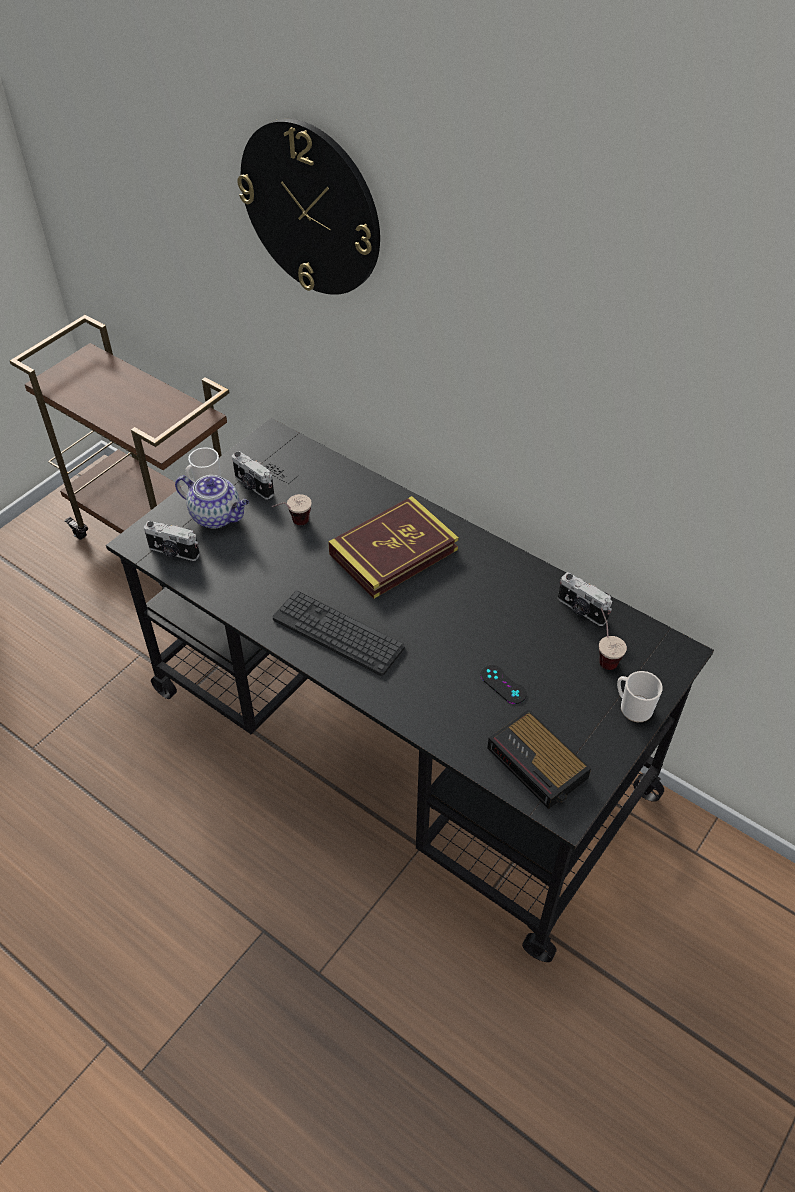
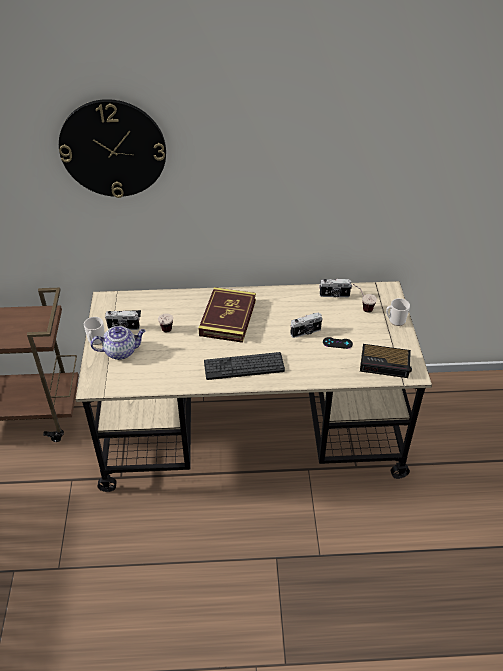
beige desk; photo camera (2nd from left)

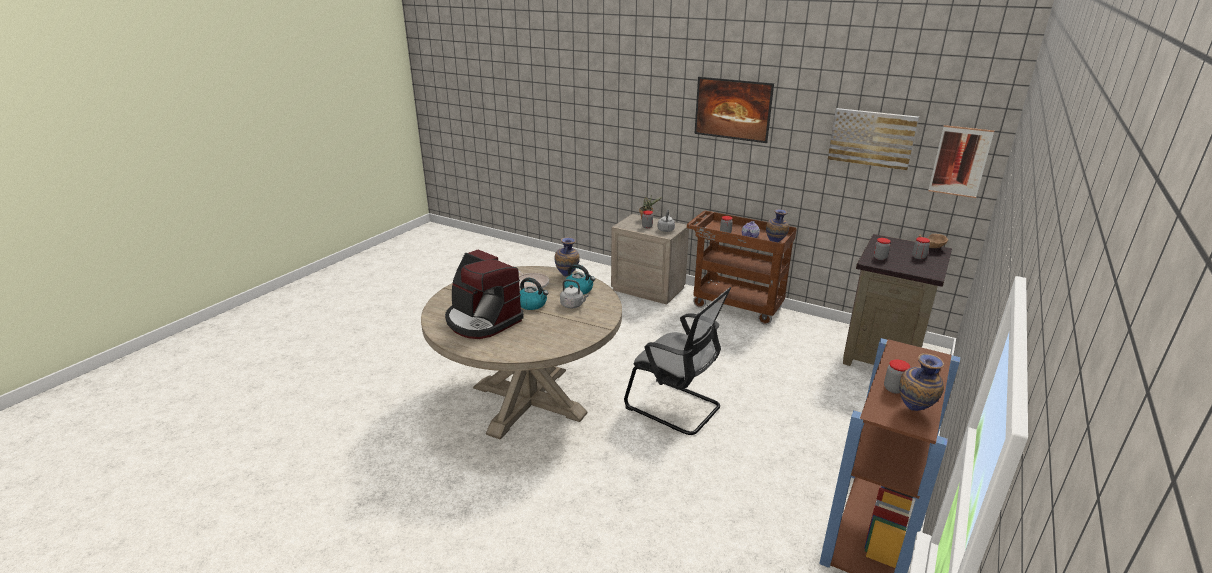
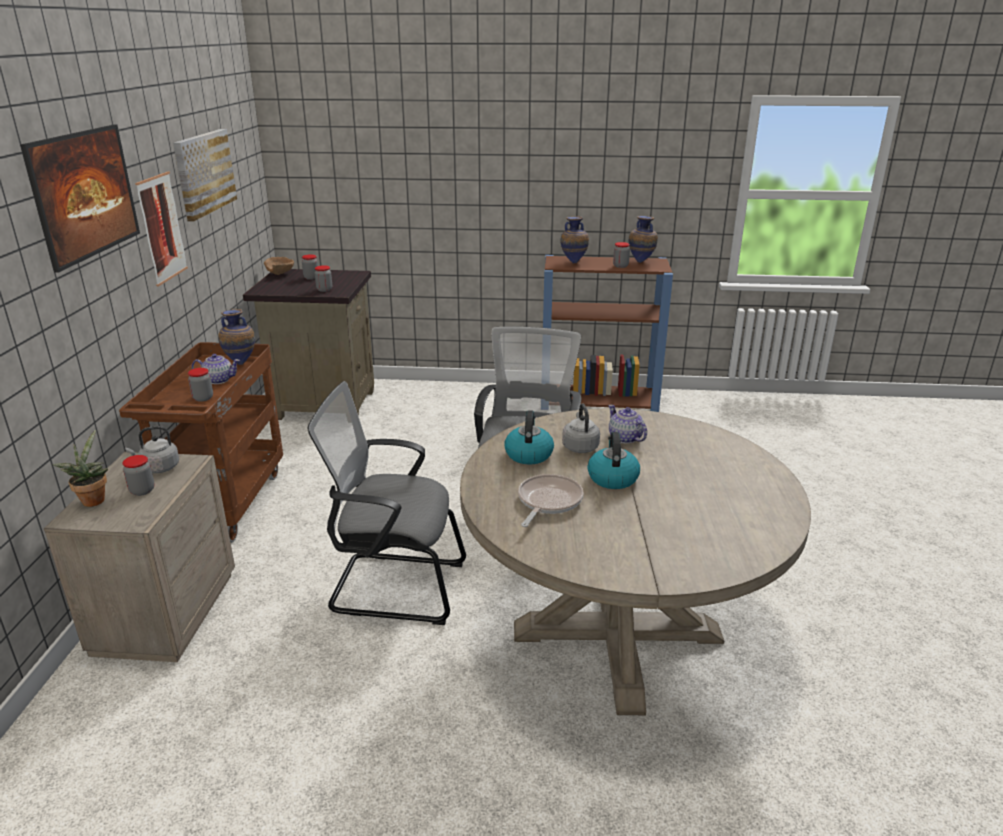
picture (2nd from left); chair (1st from left); vase (2nd from left); teapot (2nd from left); coffee machine

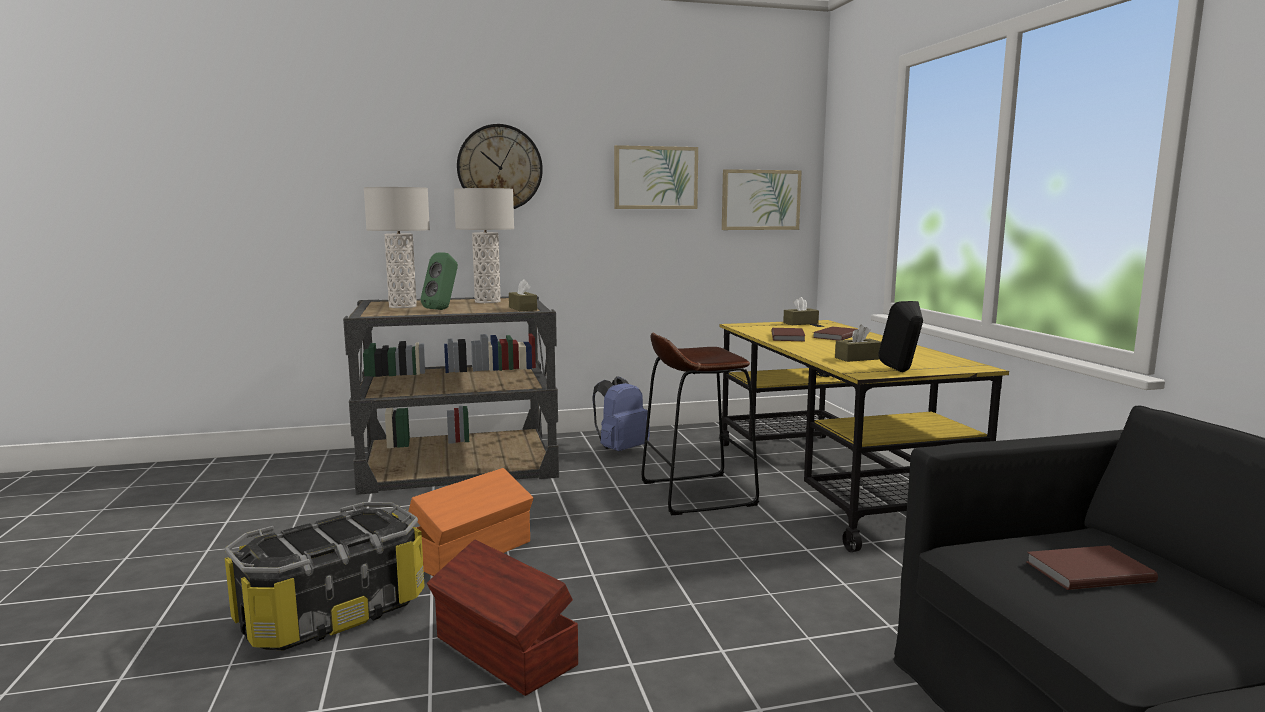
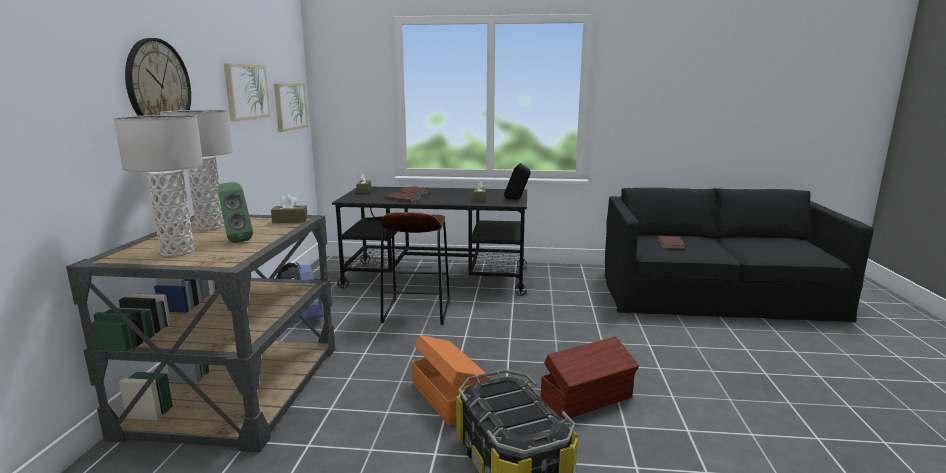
black desk

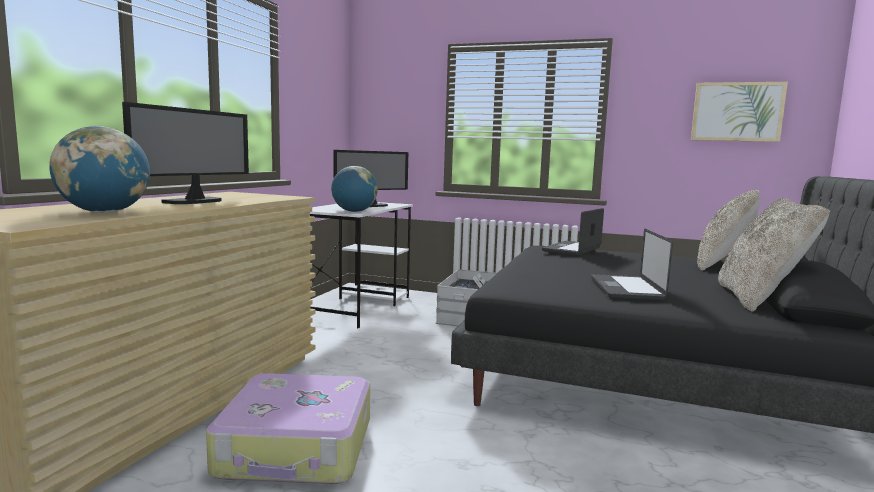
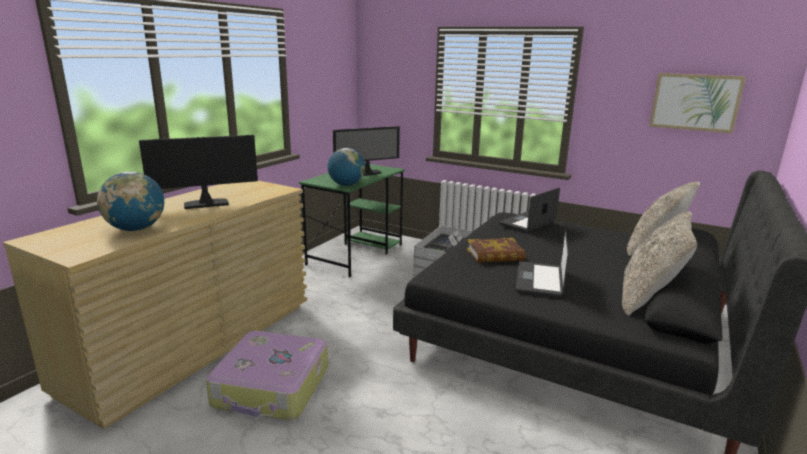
monitor (1st from left); green desk; book

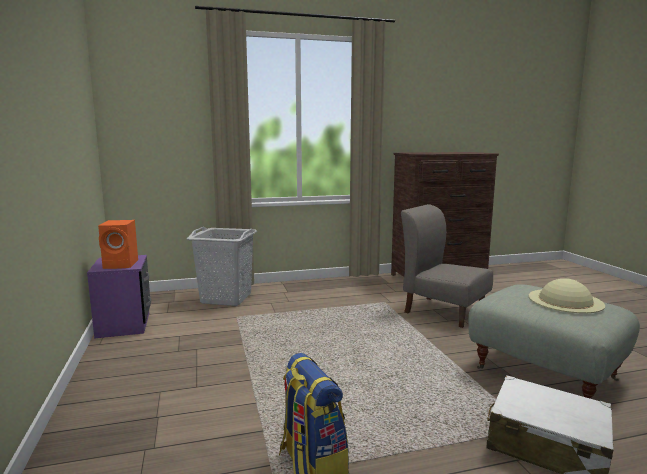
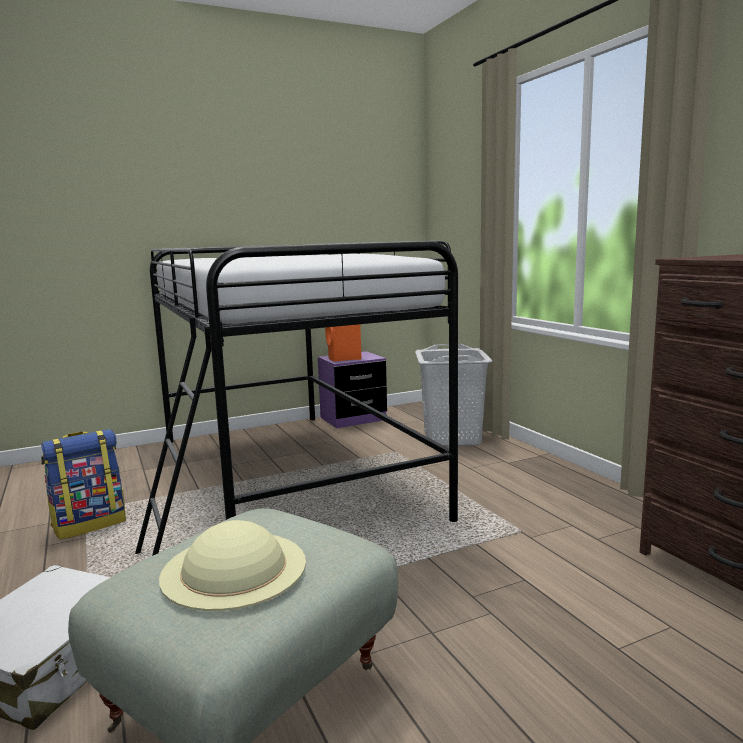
black bed; grey chair

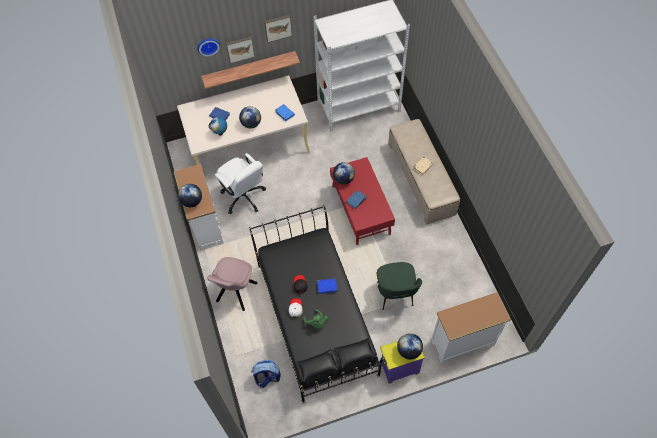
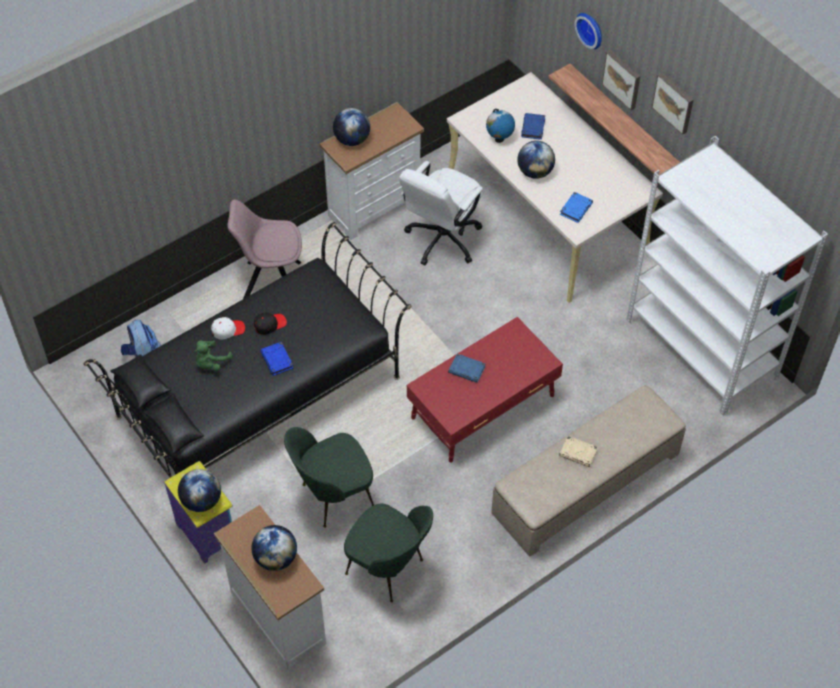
globe (2nd from left); green chair (2nd from left)

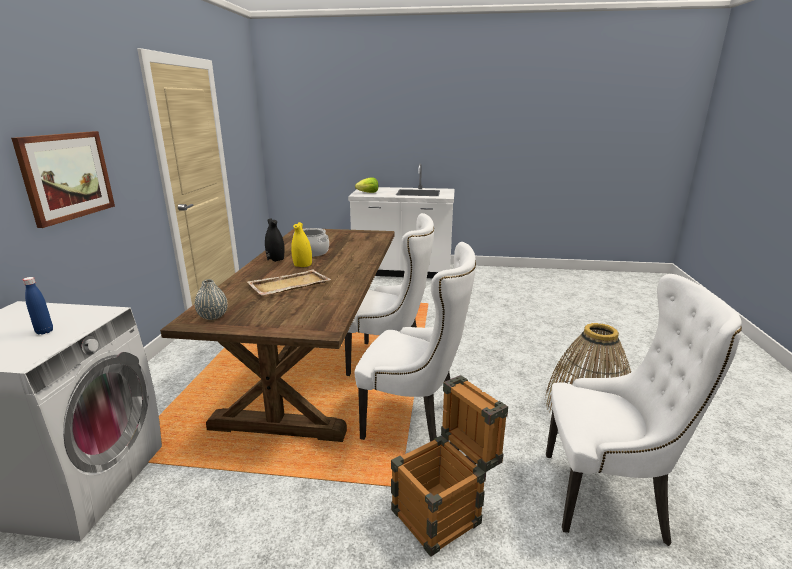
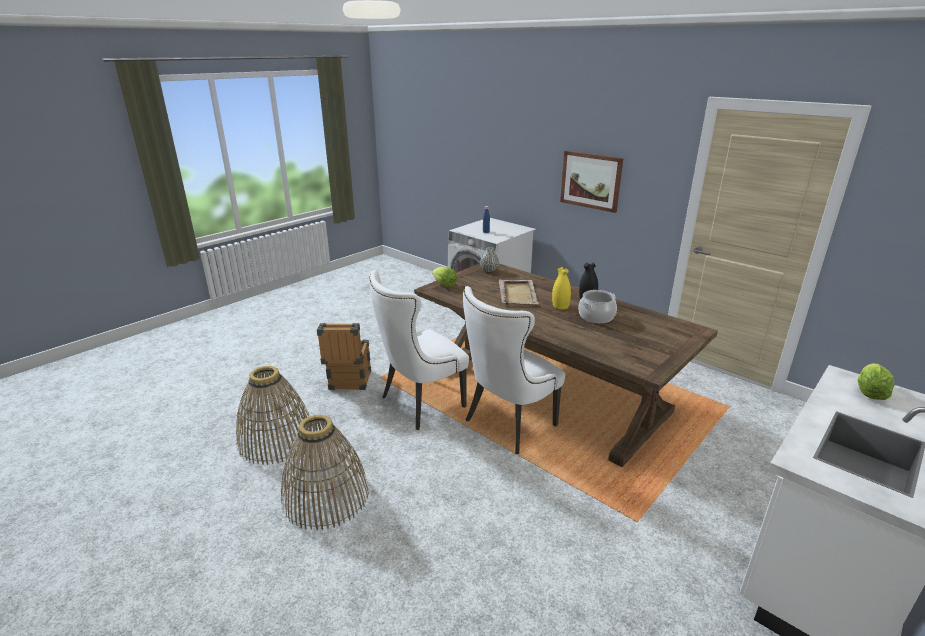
basket (1st from left); lettuce (1st from left)

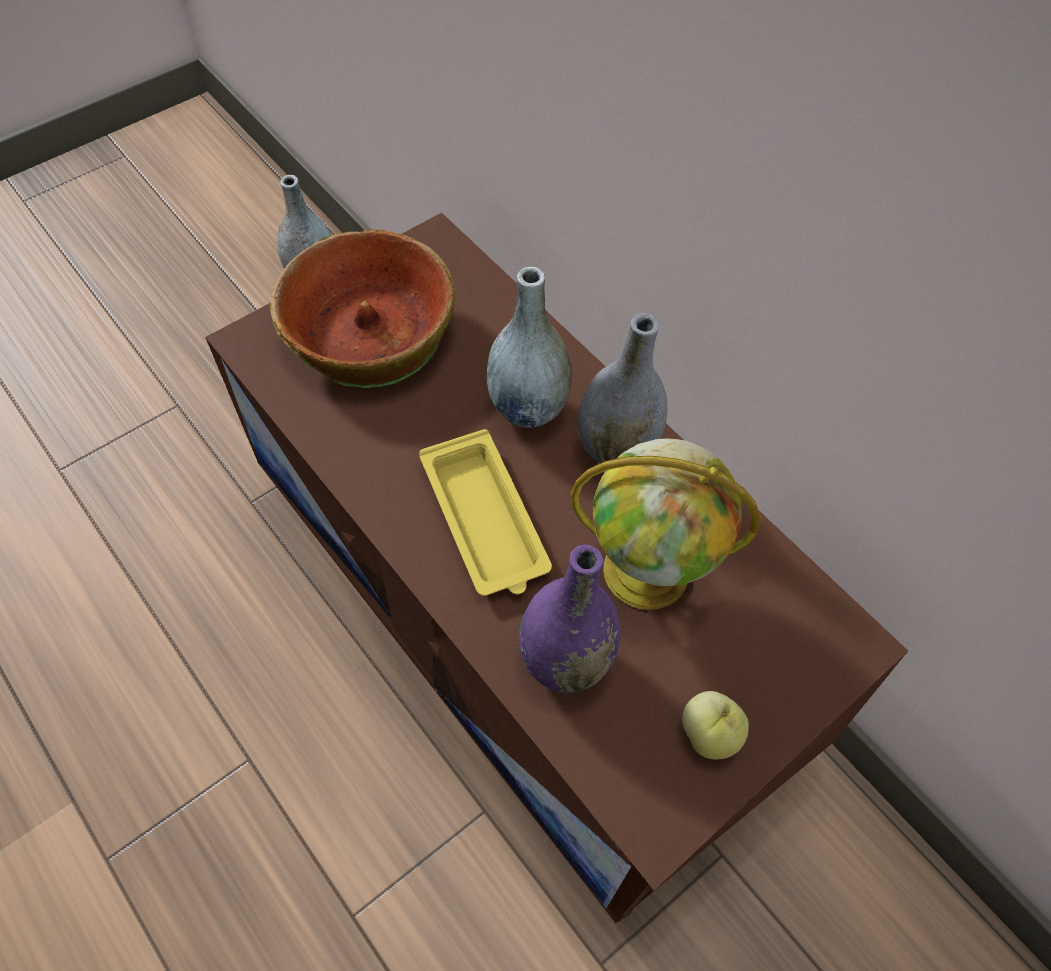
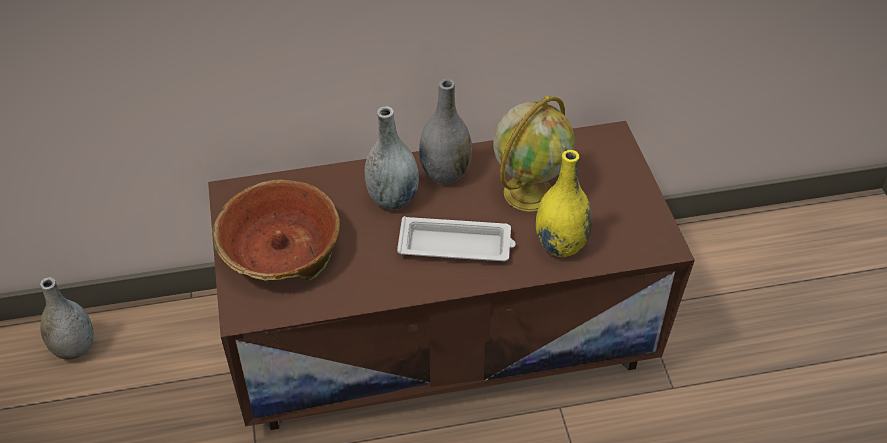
white tray; yellow vase; apple

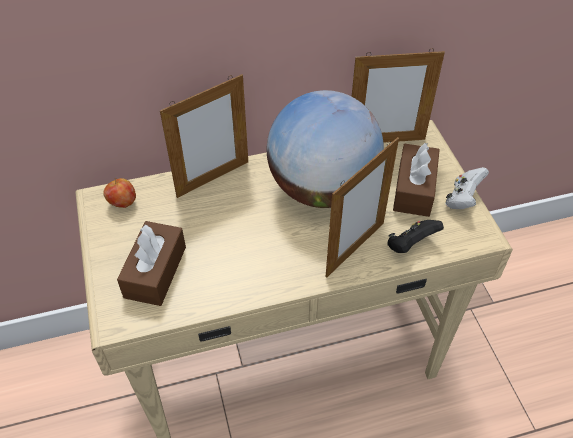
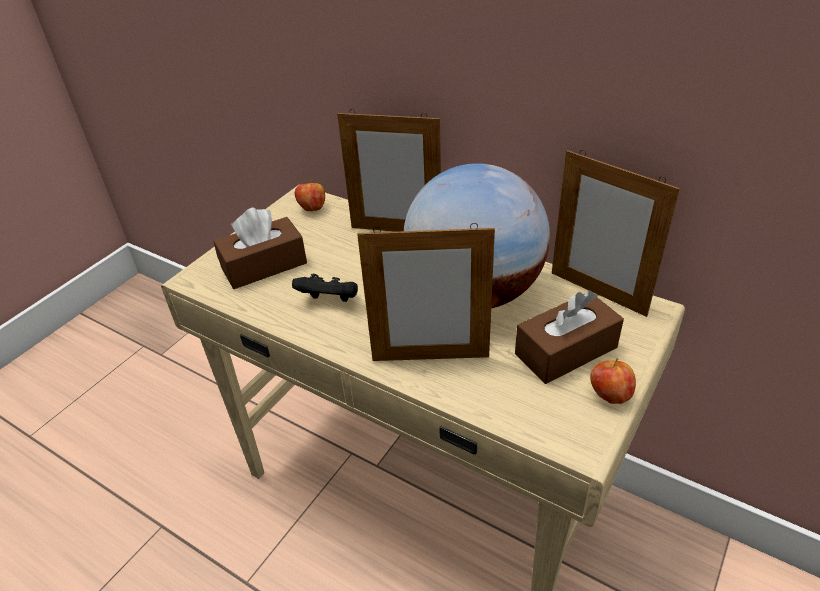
black game controller; apple (2nd from left)

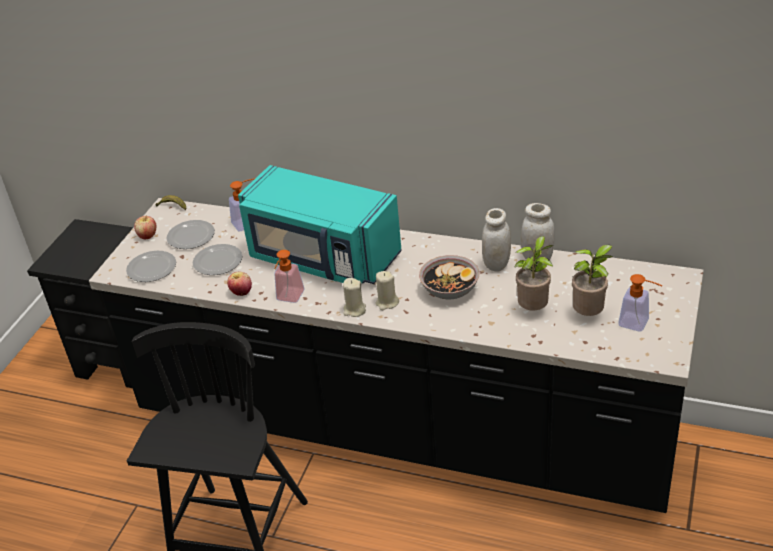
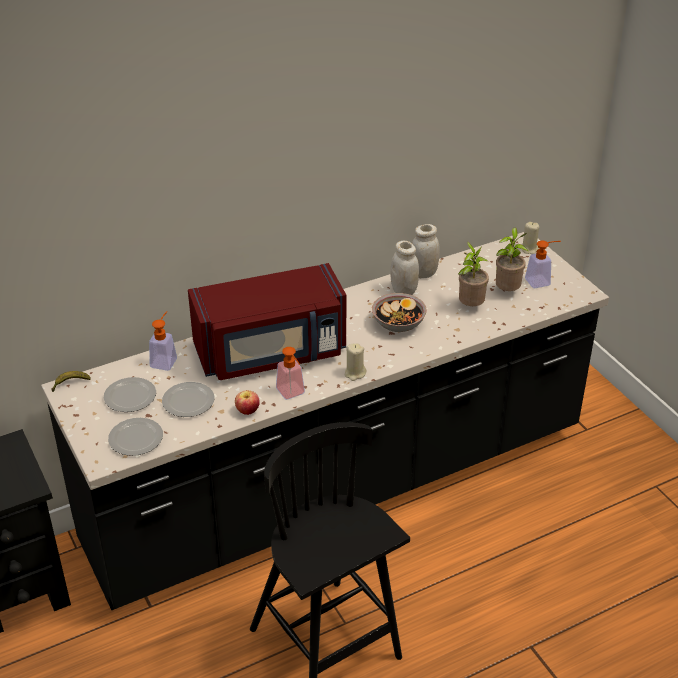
red microwave; beige candle (2nd from left); apple (1st from left in the first image)

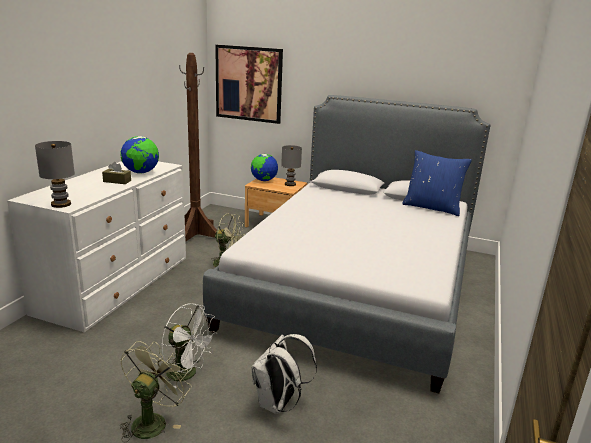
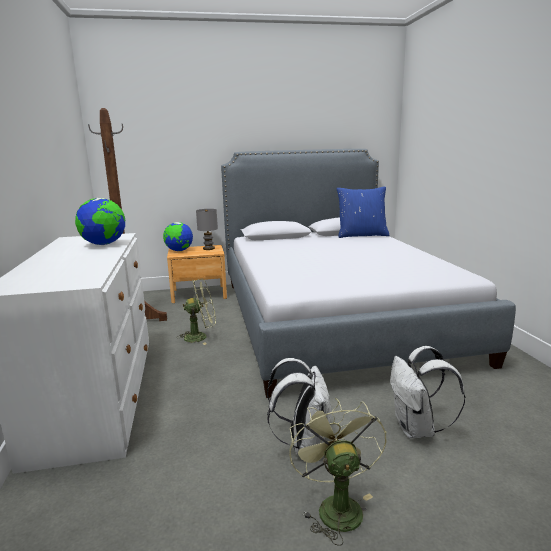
white backpack (1st from left); grey table lamp (1st from left in the first image); brown tissue box; picture

